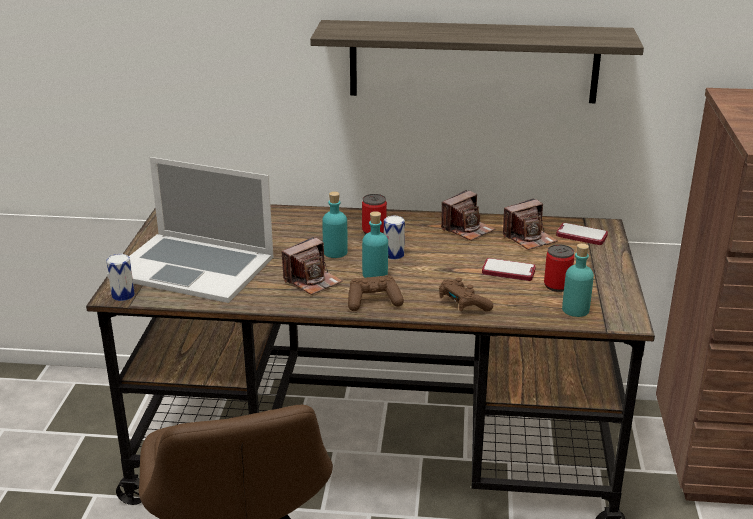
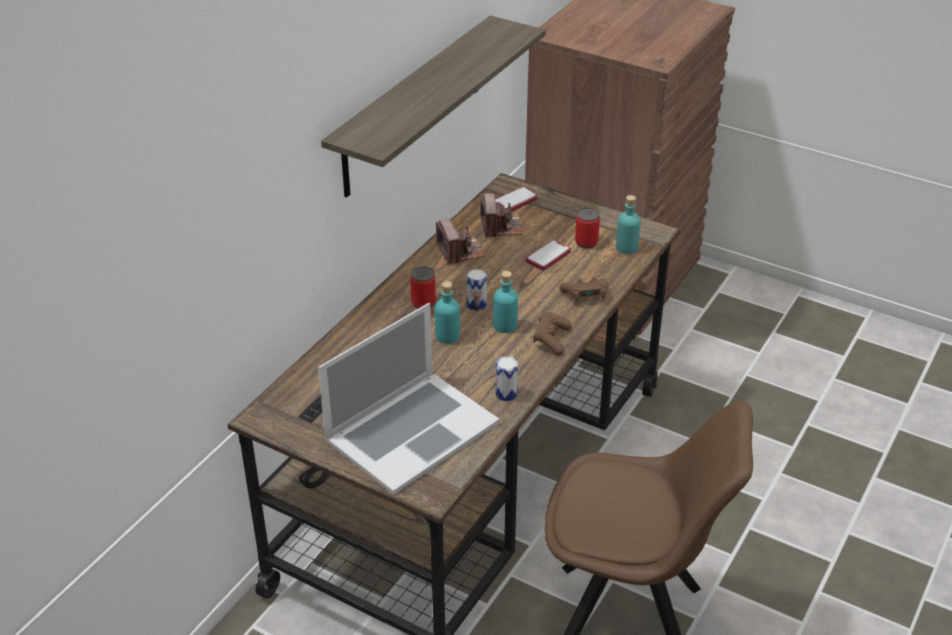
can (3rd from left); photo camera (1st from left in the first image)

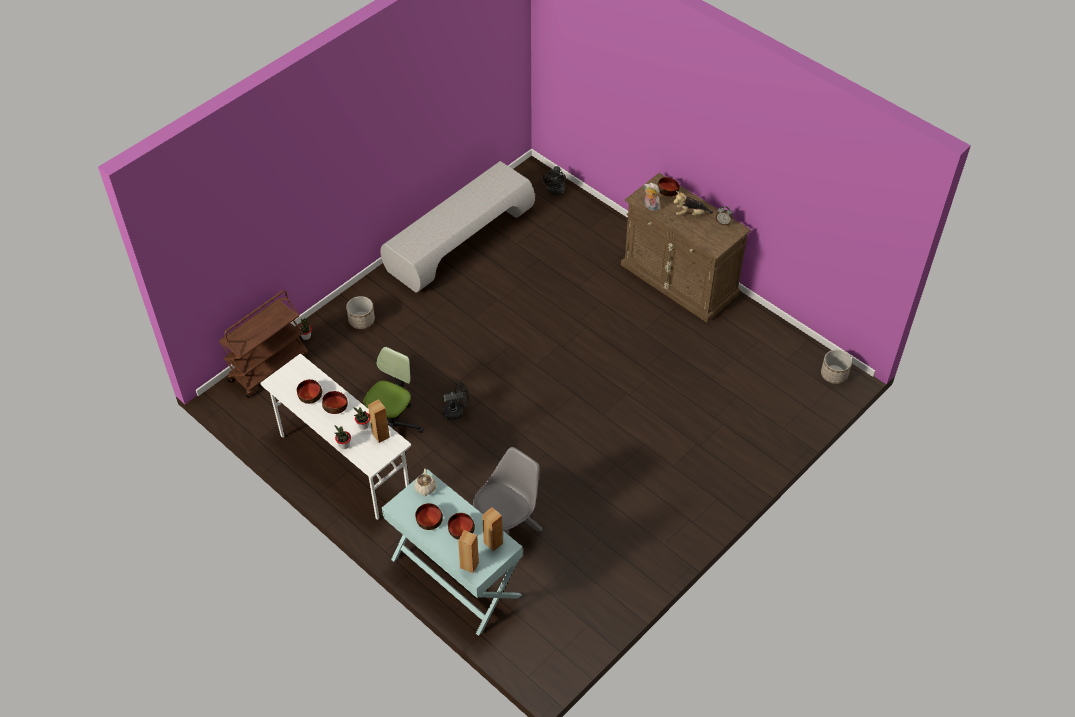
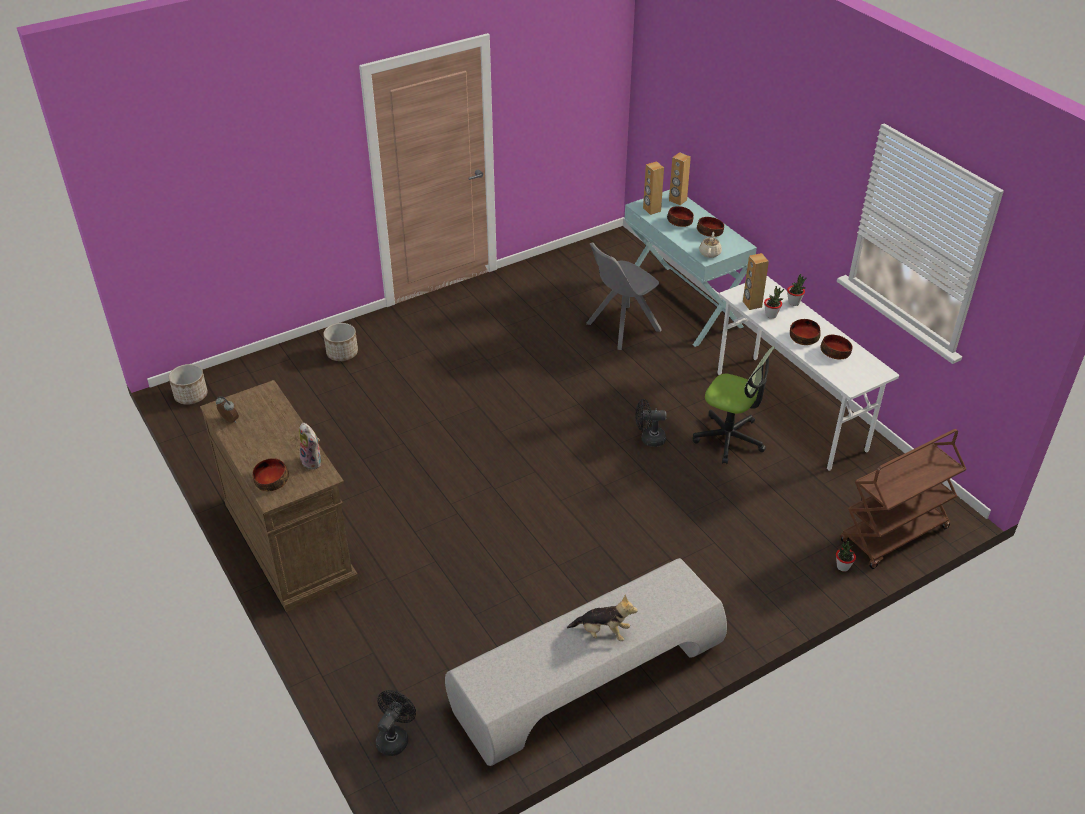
planter (2nd from left); plush toy (2nd from left); office chair

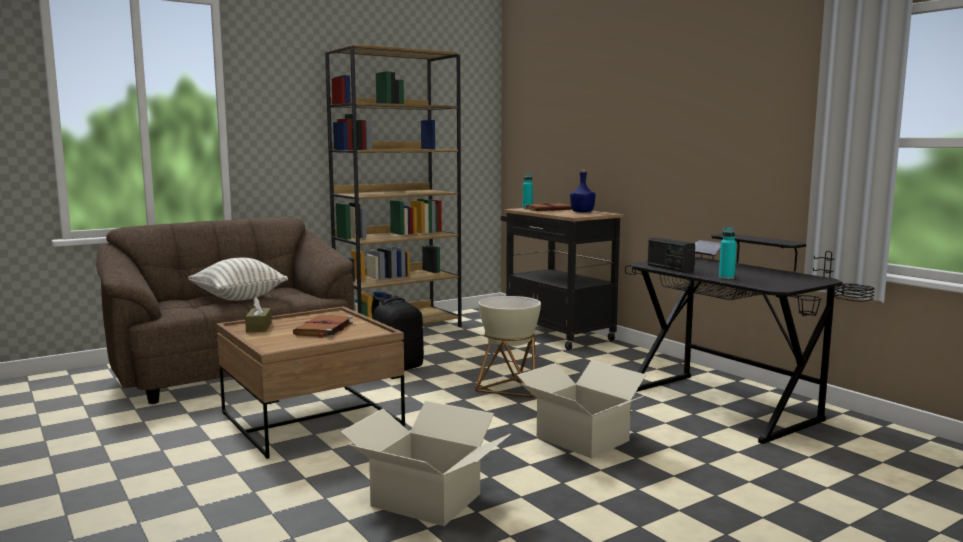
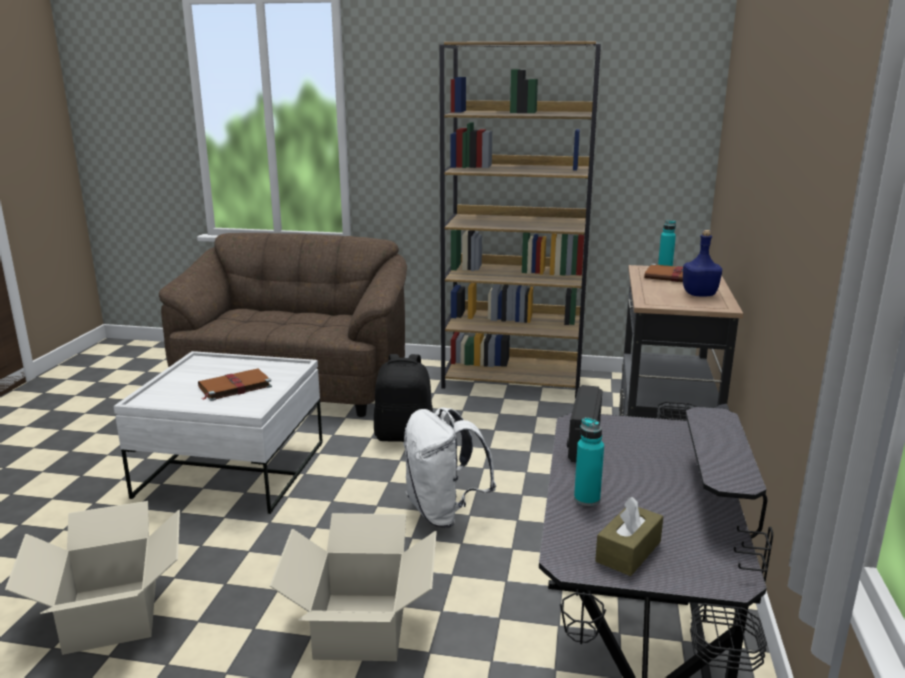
white coffee table; white backpack; brown tissue box; pillow

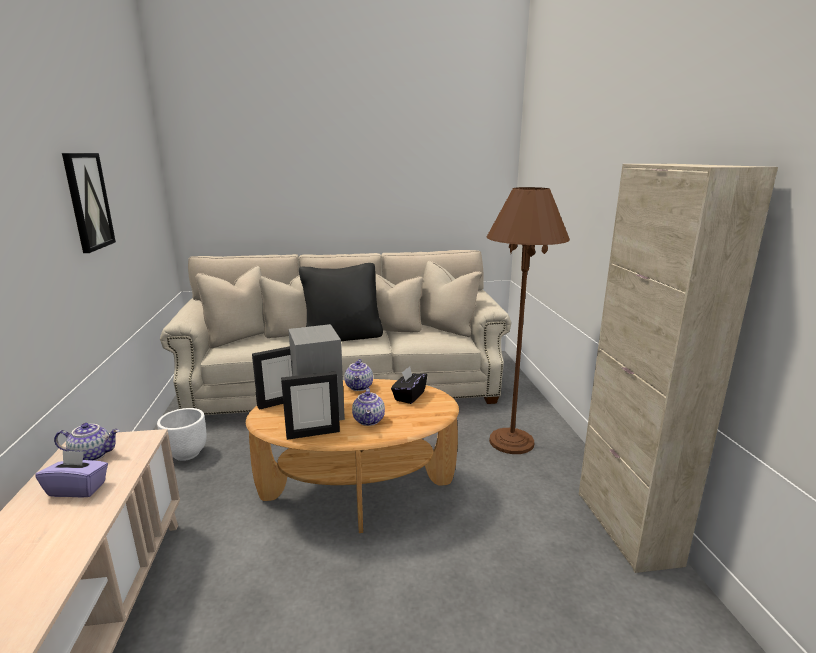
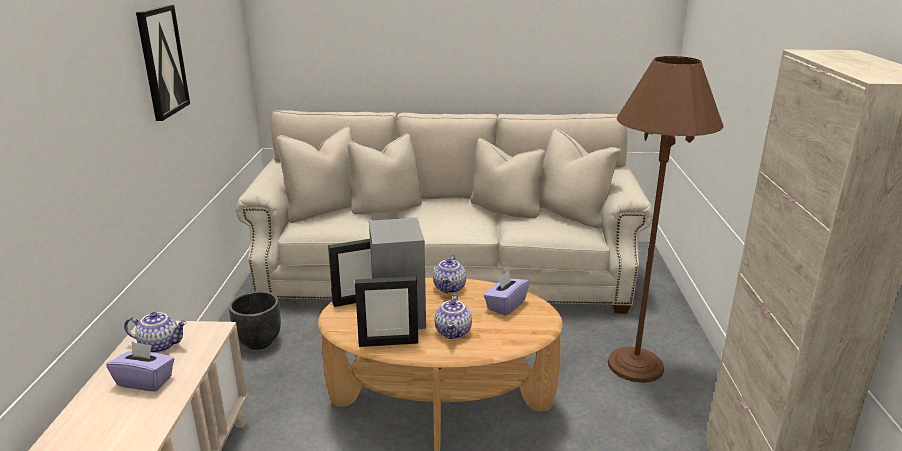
black planter; purple tissue box (2nd from left); black pillow

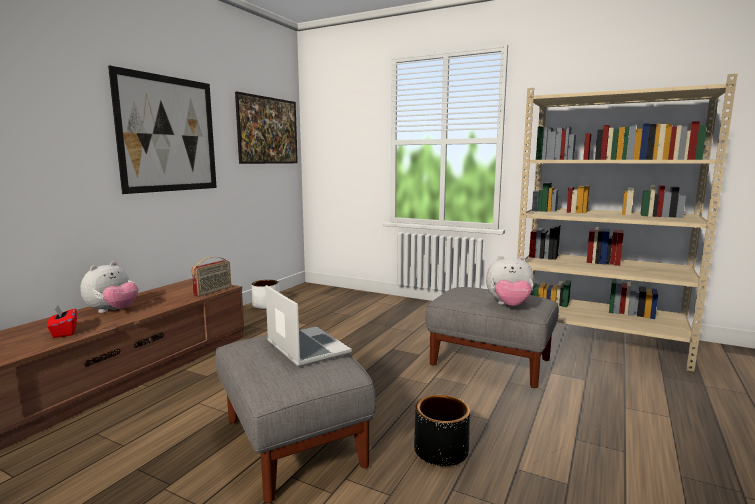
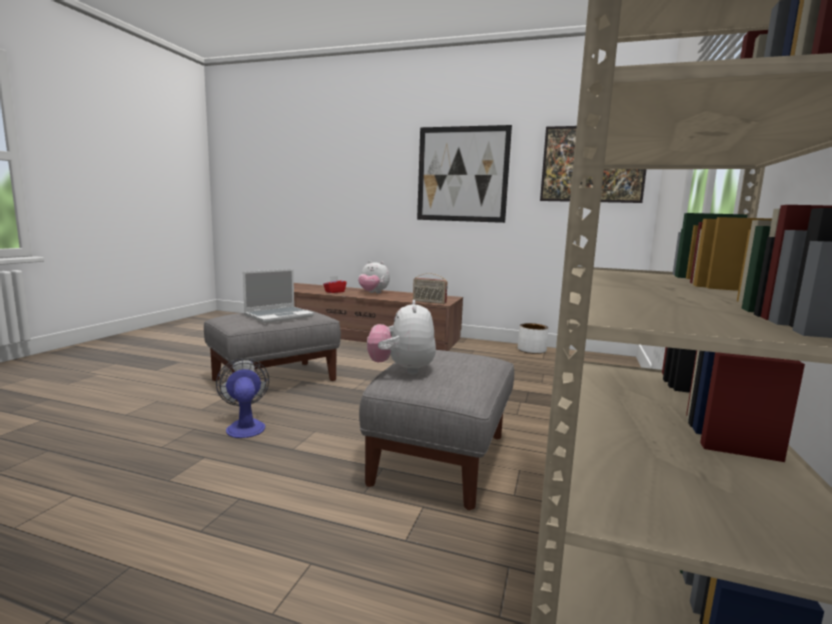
fan

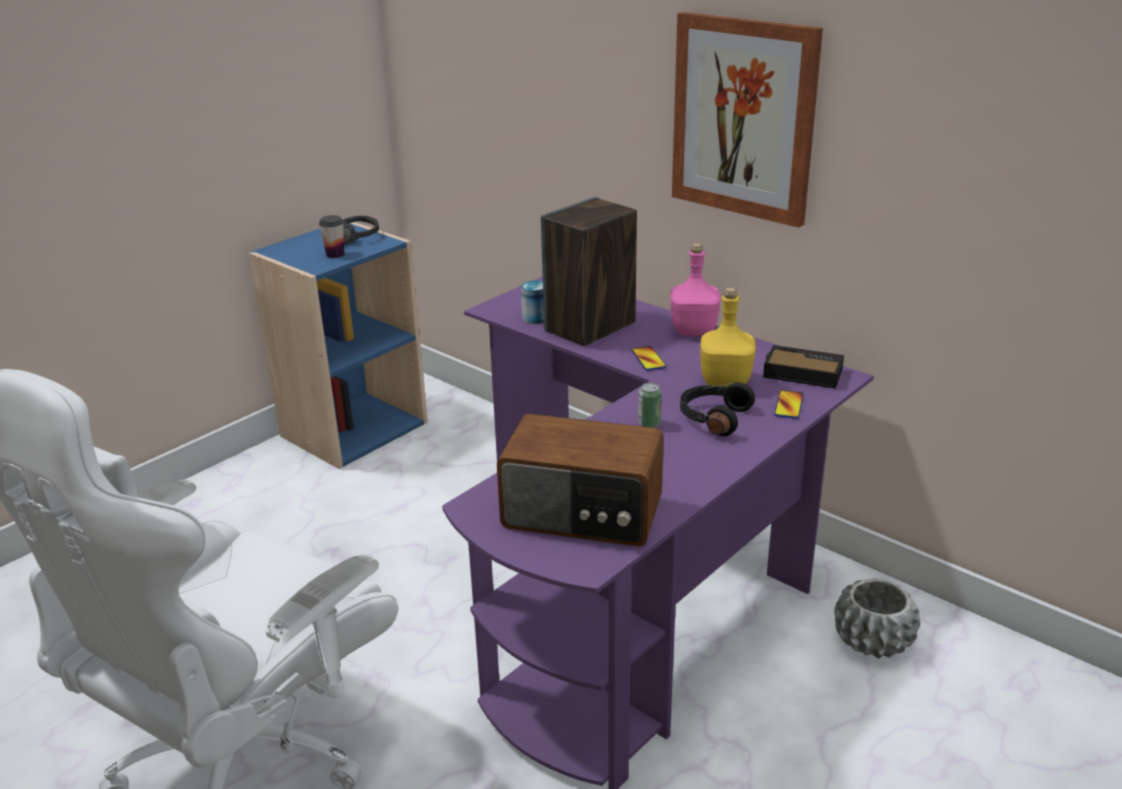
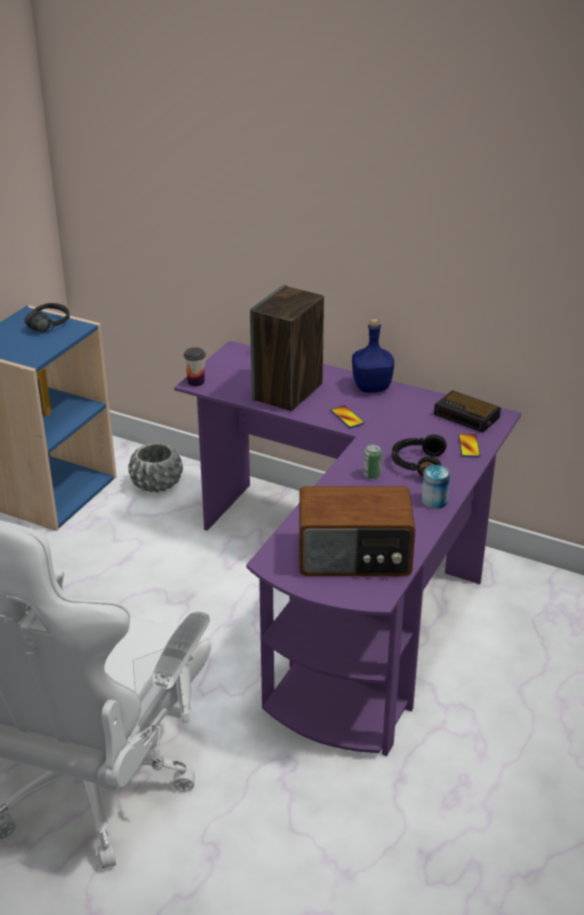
grey planter; cup; blue bottle; can (2nd from left); alarm clock; picture; yellow bottle

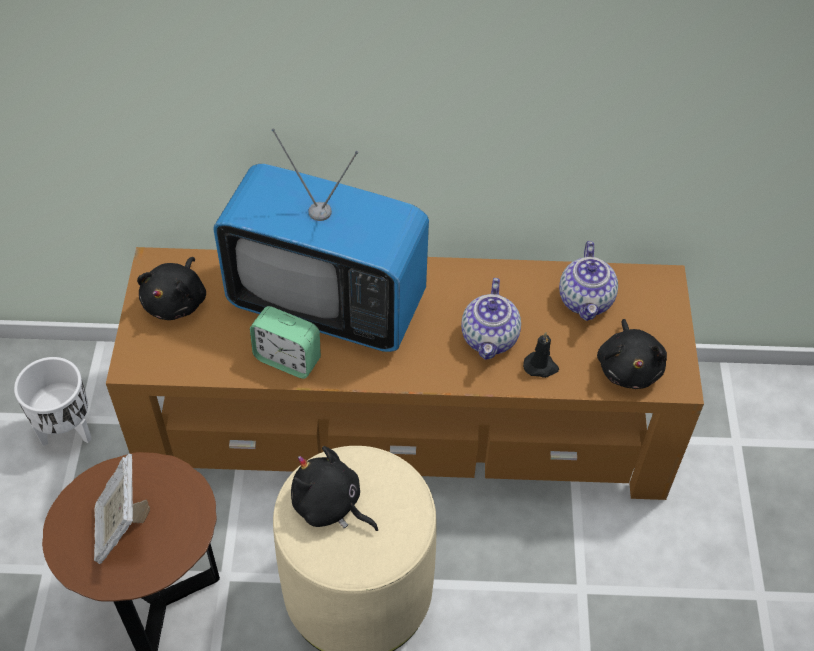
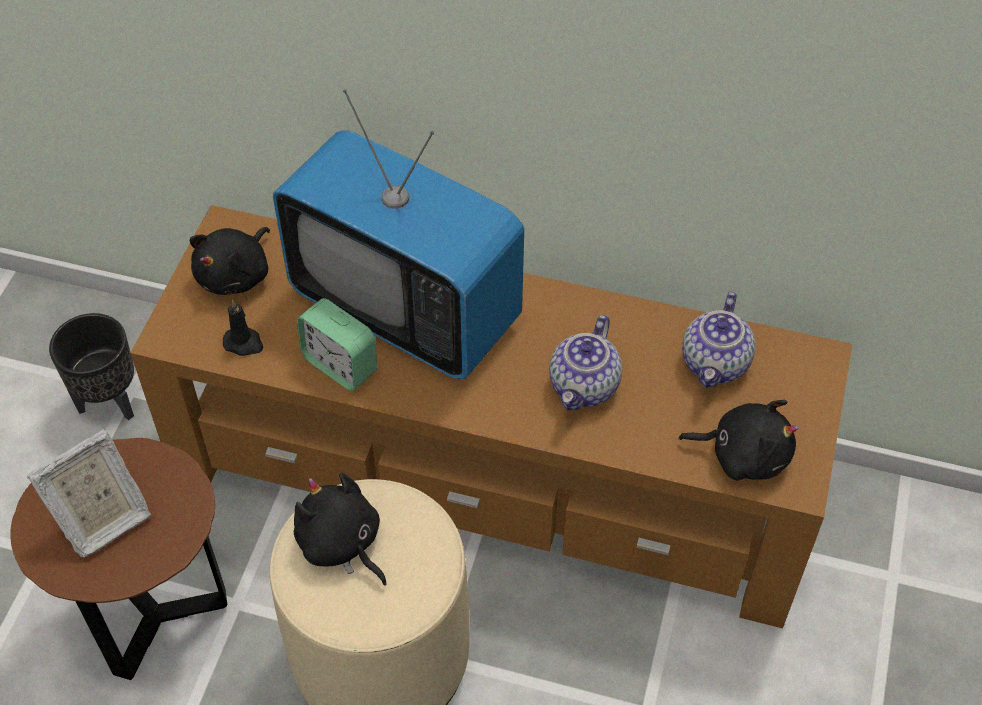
picture frame; black planter; black candle; black plush toy (3rd from left)

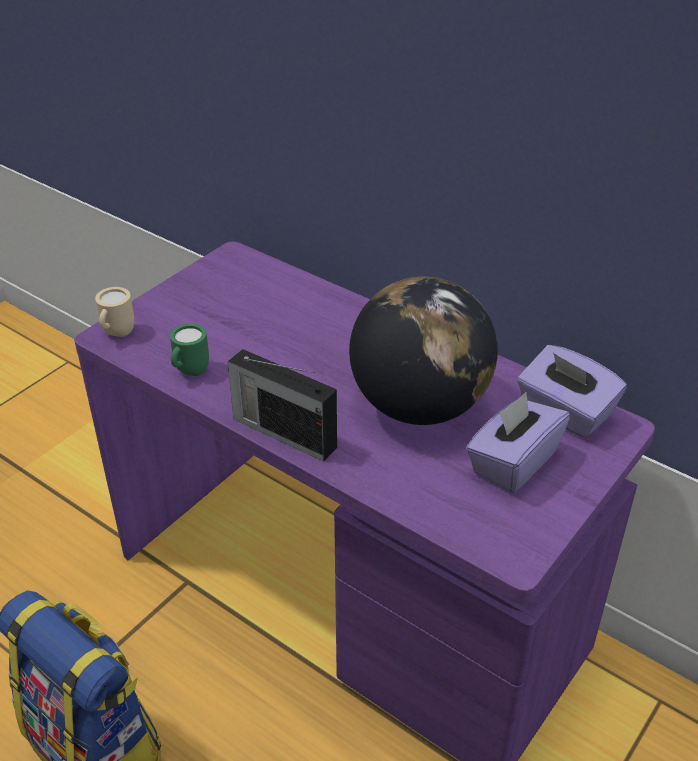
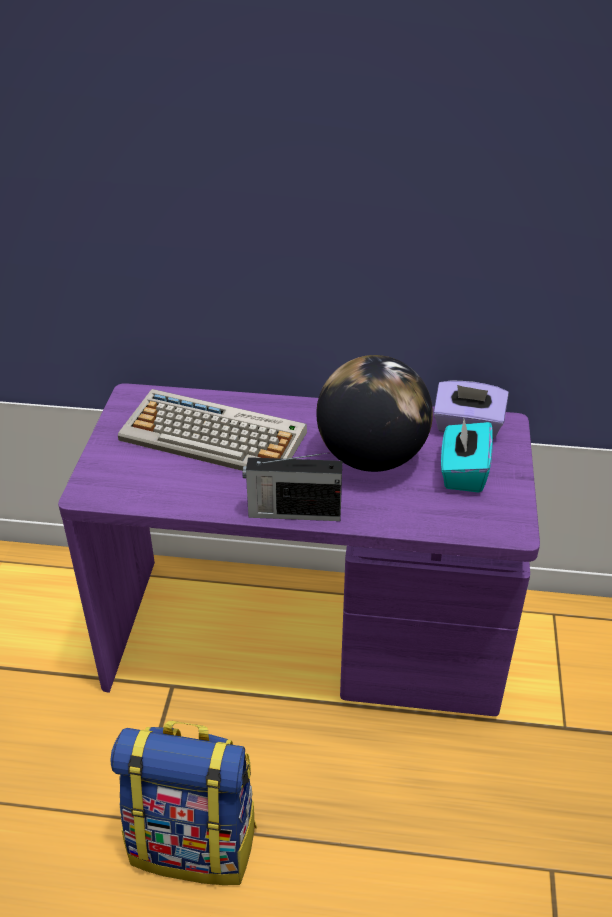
keyboard; turquoise tissue box; beige mug; green mug

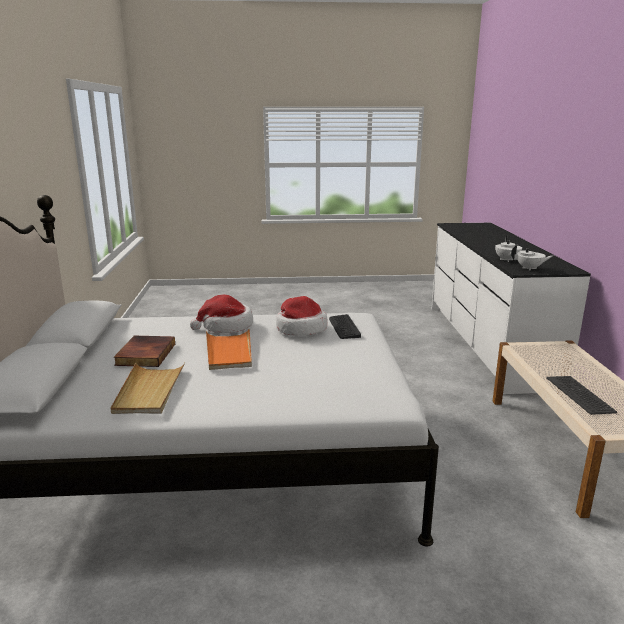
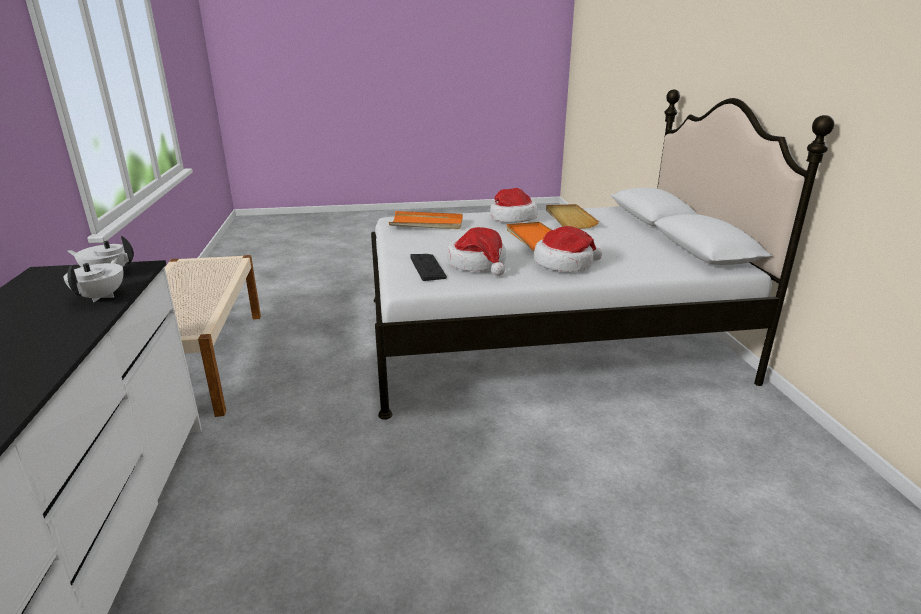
orange tray (1st from left); hat (2nd from left); book; keyboard (2nd from left in the first image)

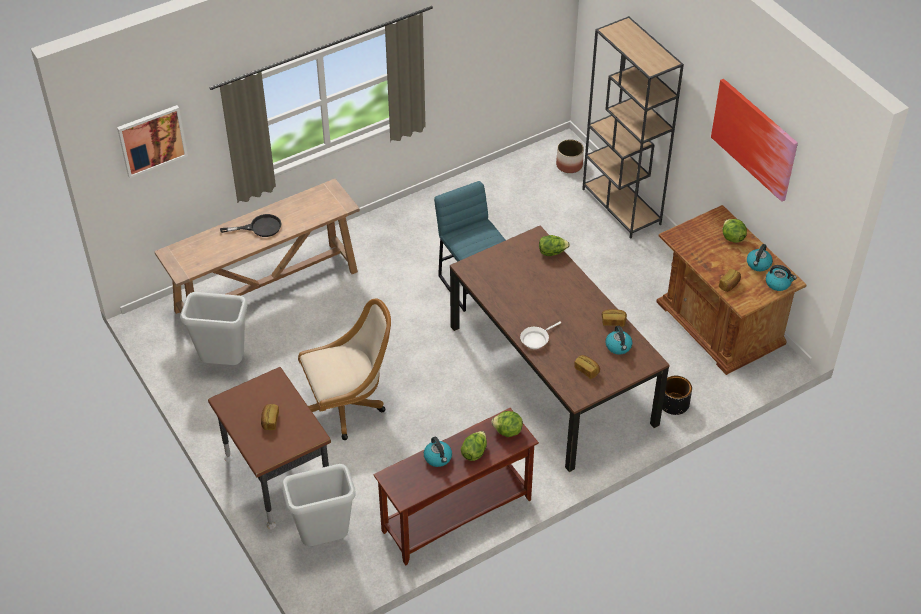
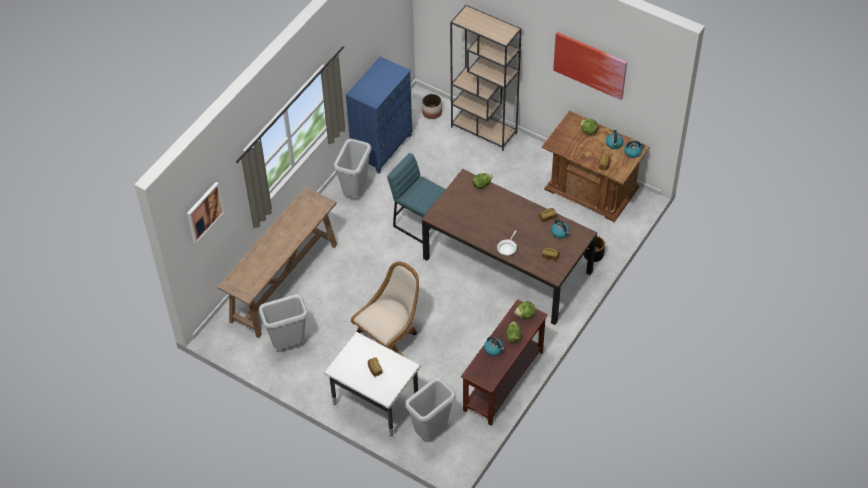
white desk; grey trash can (2nd from left); blue dresser; black frying pan

